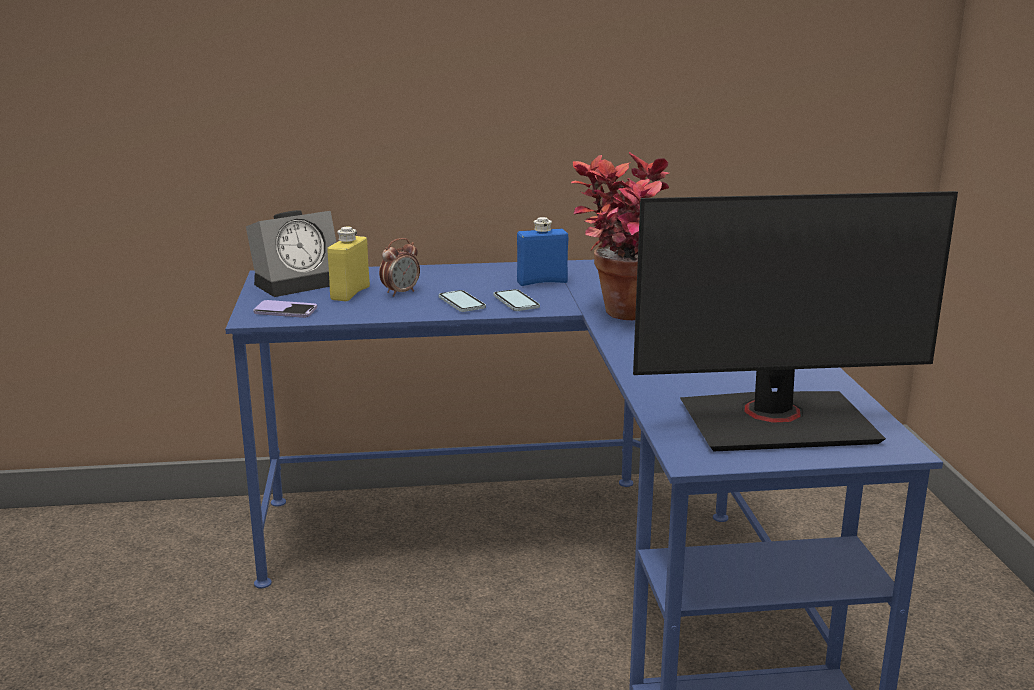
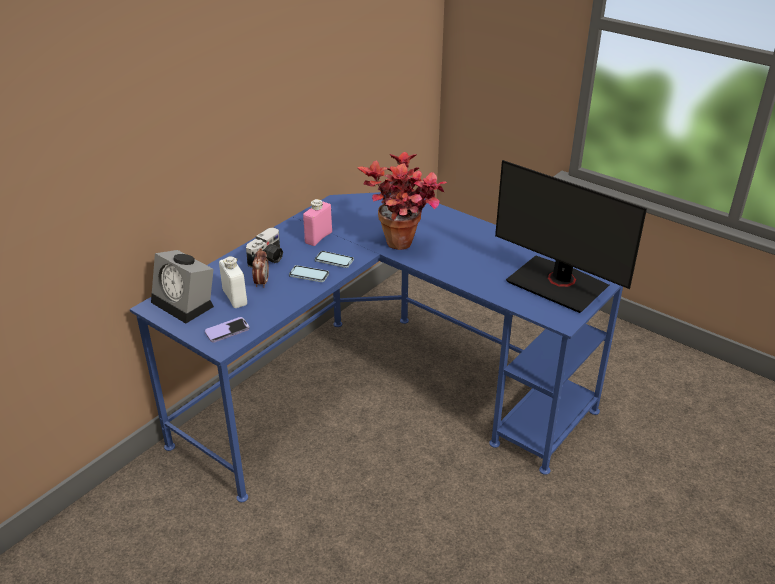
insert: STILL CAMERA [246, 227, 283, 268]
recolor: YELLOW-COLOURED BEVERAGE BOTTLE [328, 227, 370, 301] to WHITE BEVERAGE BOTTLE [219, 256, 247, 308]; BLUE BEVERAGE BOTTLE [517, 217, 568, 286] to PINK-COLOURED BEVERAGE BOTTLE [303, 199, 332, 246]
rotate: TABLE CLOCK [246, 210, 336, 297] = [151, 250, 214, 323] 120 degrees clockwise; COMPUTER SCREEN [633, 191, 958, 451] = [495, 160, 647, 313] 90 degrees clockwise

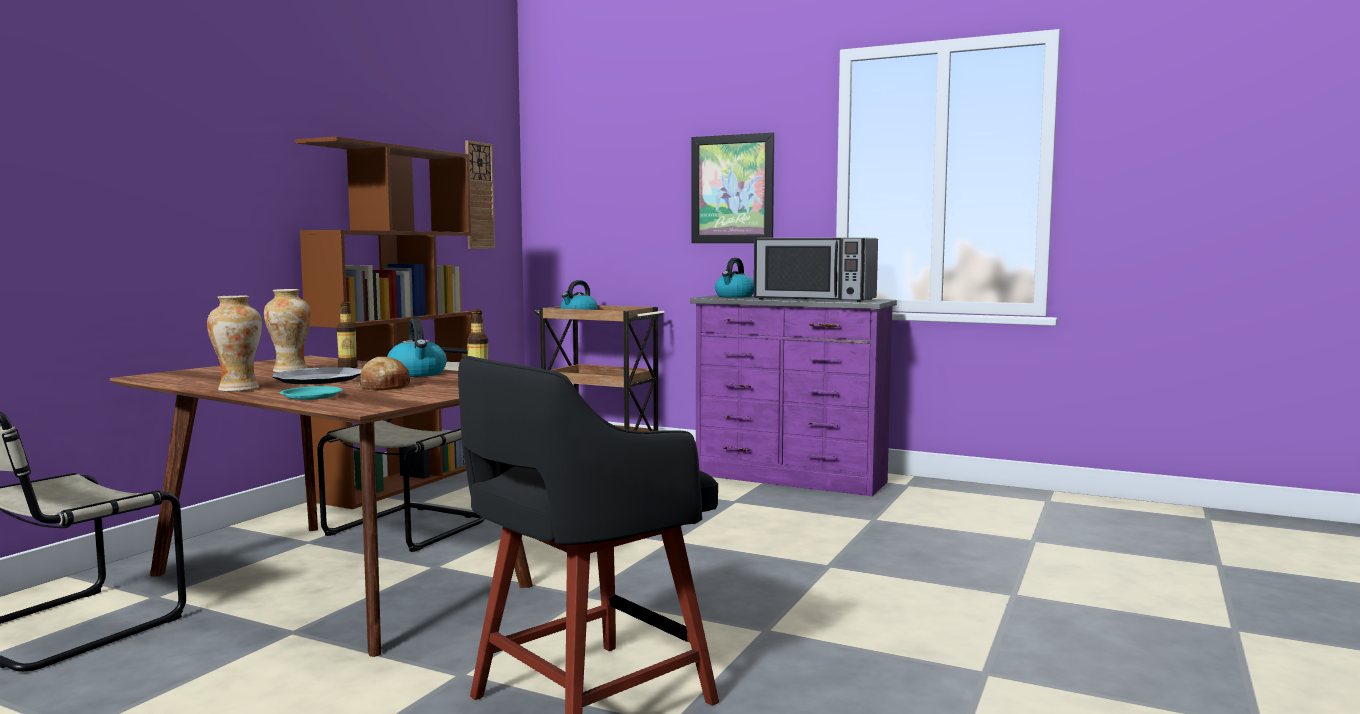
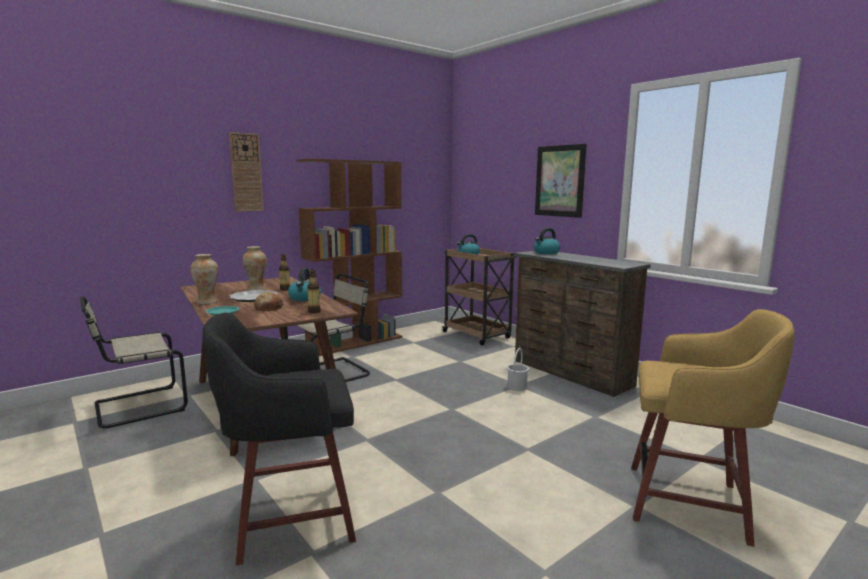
delete: MICROWAVE [754, 237, 878, 302]
insert: WHITE WATER BUCKET [507, 348, 529, 391]; YELLOW-COLOURED STOOL SEAT [631, 309, 795, 547]
move: HANGING CLOCK [465, 140, 495, 249] to [229, 132, 264, 212]
recolor: PURPLE DRAWER CHEST [690, 295, 897, 496] to BROWN DRAWER CHEST [515, 251, 651, 397]

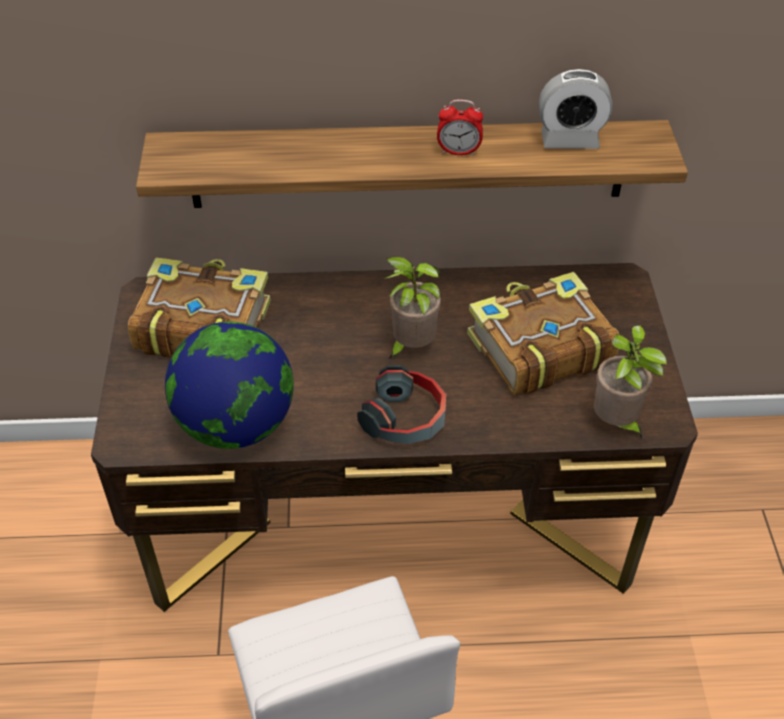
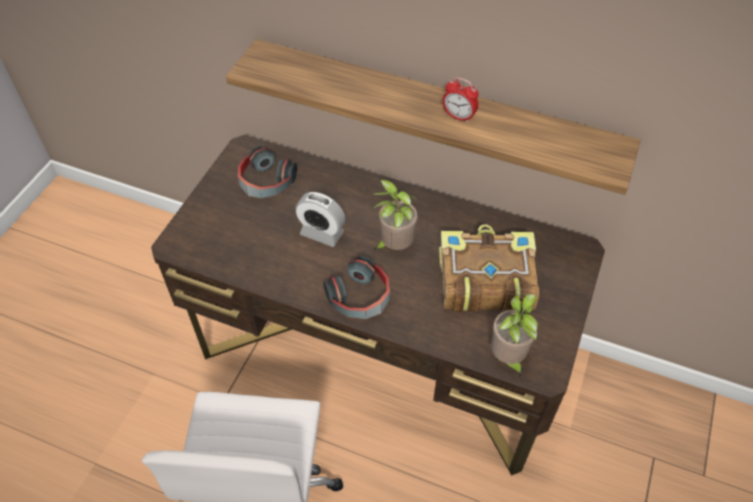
delete: GLOBE [165, 322, 294, 449]
move: TABLE CLOCK [539, 69, 612, 149] to [295, 192, 345, 247]
replace: BOOK [128, 257, 271, 358] to PAIR OF HEADPHONES [238, 146, 297, 198]

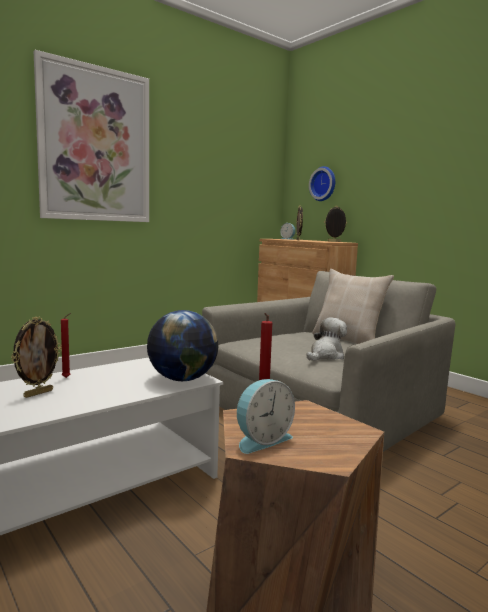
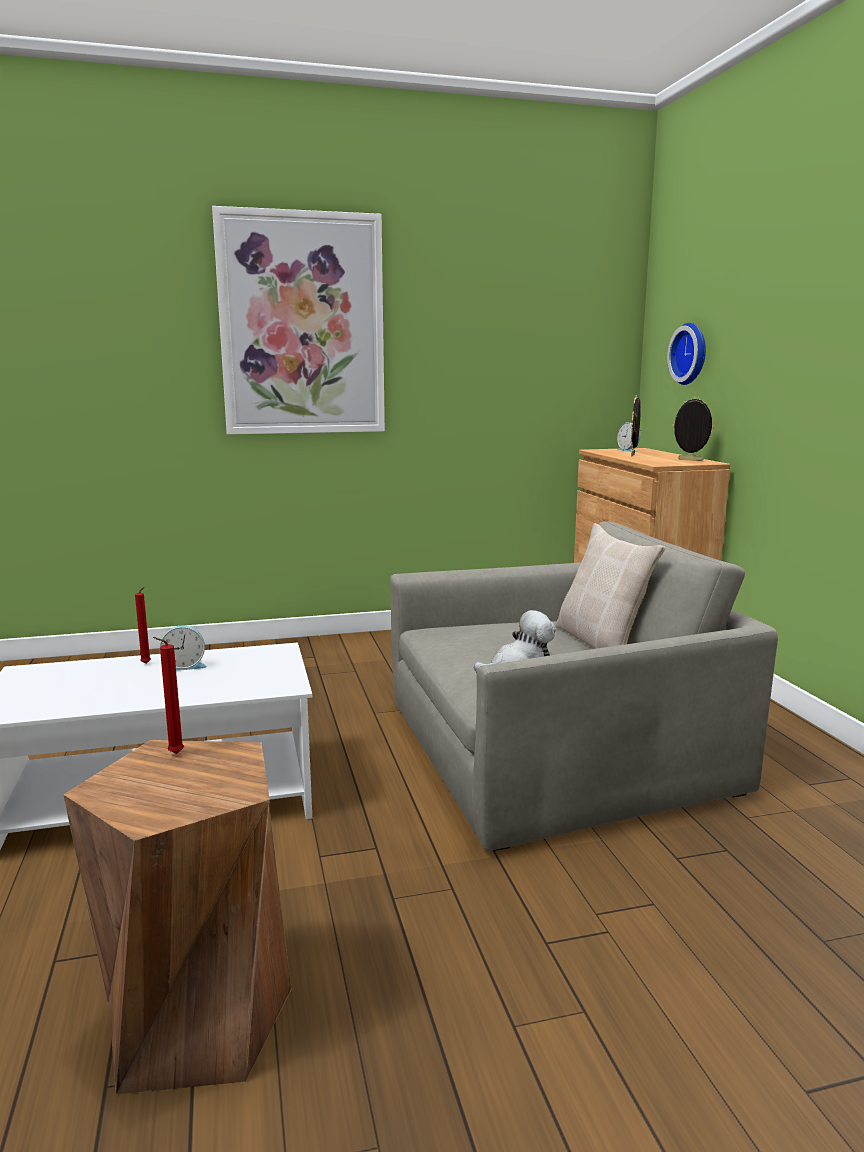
delete: PHOTO FRAME [11, 317, 62, 398]; GLOBE [147, 310, 219, 381]
move: TABLE CLOCK [237, 379, 295, 454] to [160, 625, 207, 671]

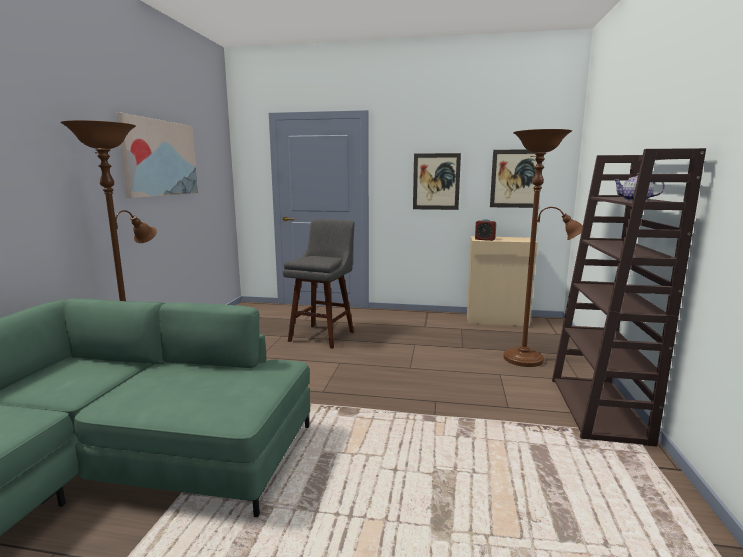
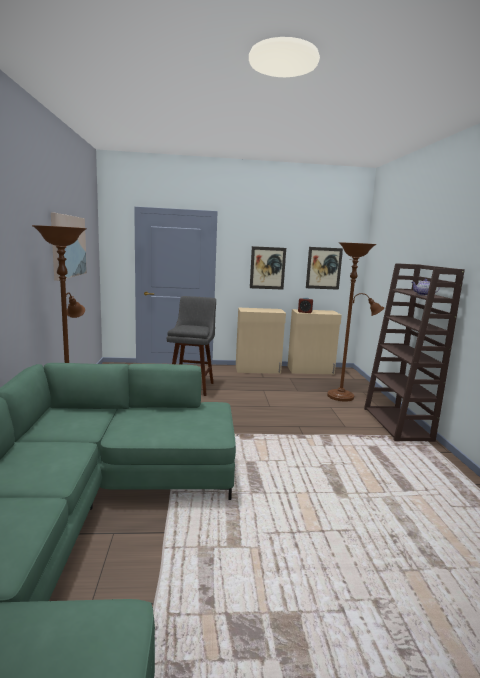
insert: SAND-COLOURED STORAGE CABINET [236, 308, 286, 374]

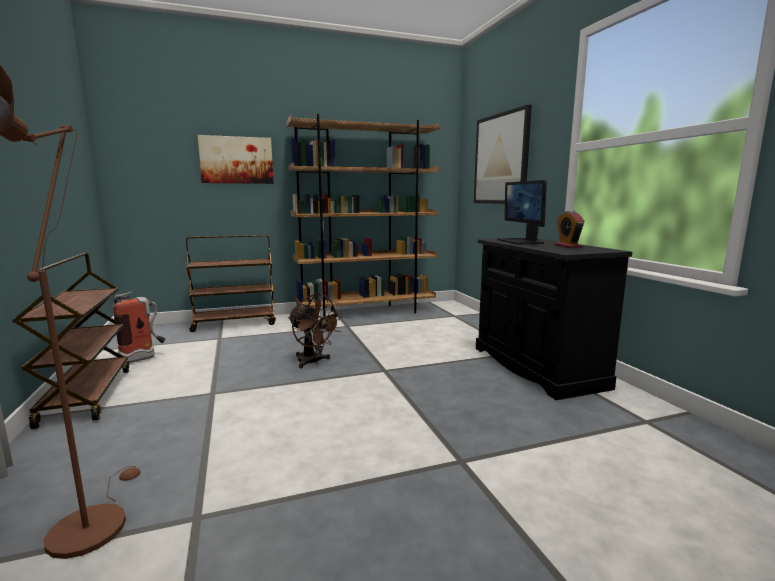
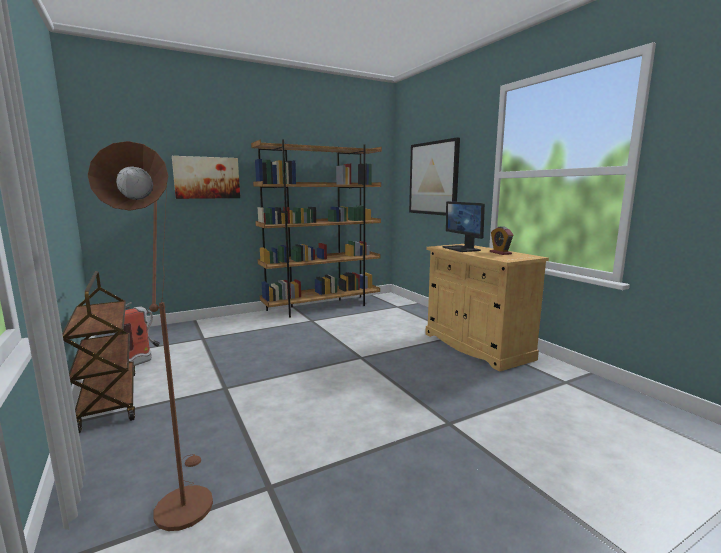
delete: BROWN TROLLEY [186, 235, 276, 332]; BROWN FAN [288, 294, 343, 368]
recolor: BLACK-COLOURED STORAGE CABINET [476, 238, 632, 400] to SAND-COLOURED STORAGE CABINET [425, 244, 549, 372]

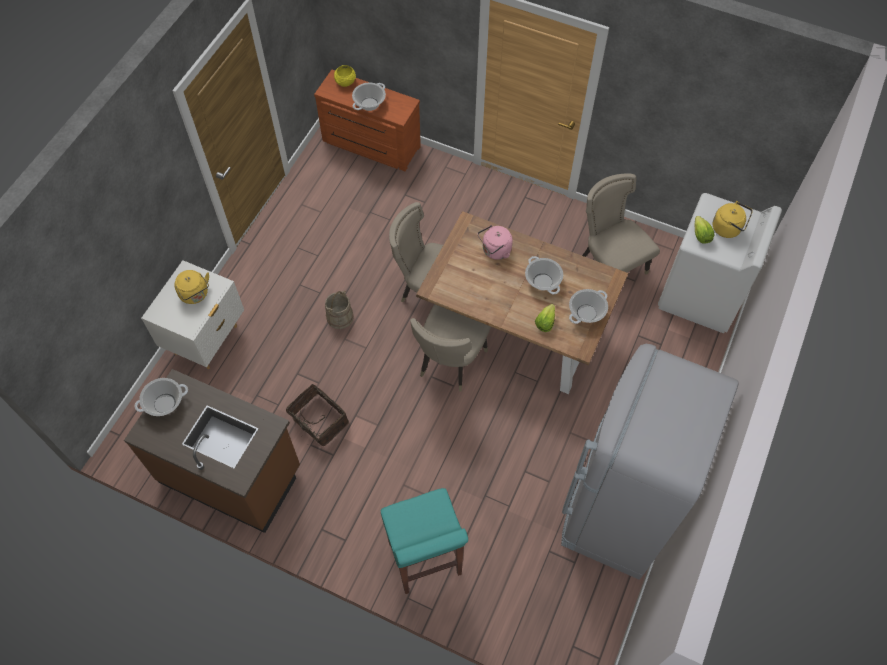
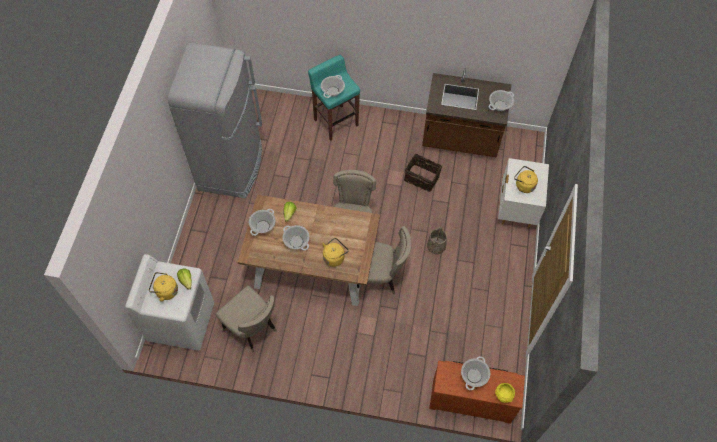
insert: STOCKPOT [321, 75, 345, 98]
recolor: PINK-COLOURED TEA KETTLE [478, 225, 513, 260] to YELLOW-COLOURED TEA KETTLE [323, 238, 349, 267]

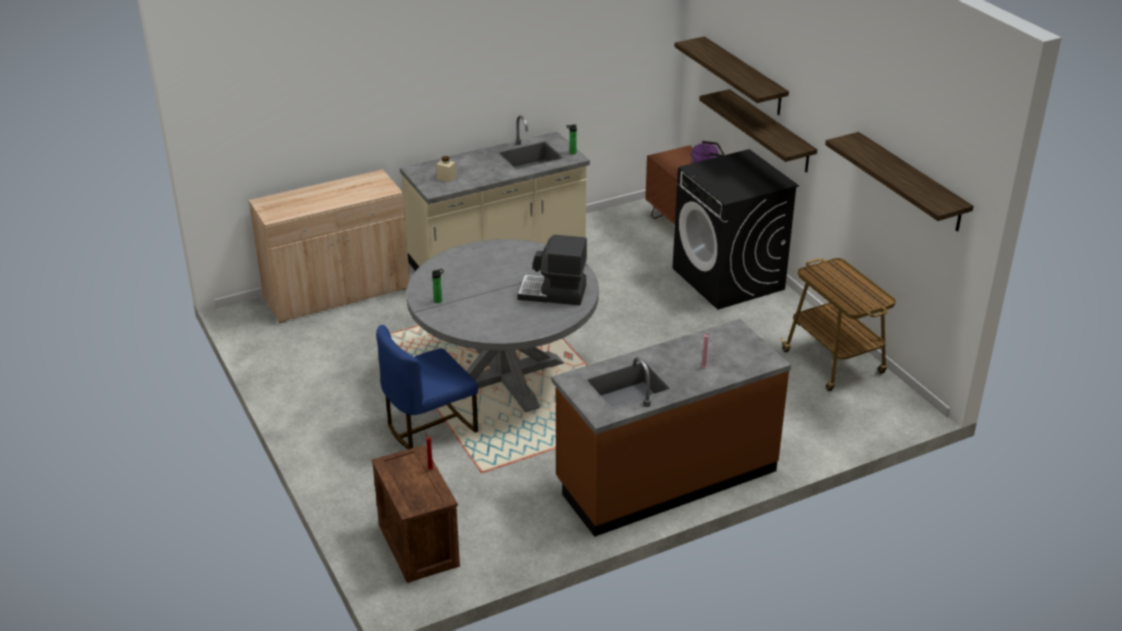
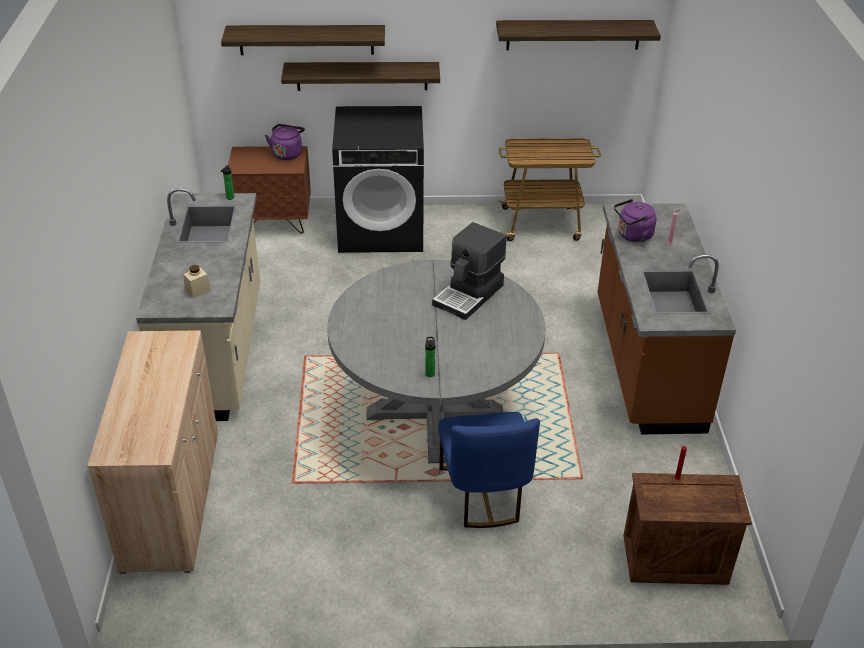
insert: PURPLE TEA KETTLE [614, 199, 657, 242]

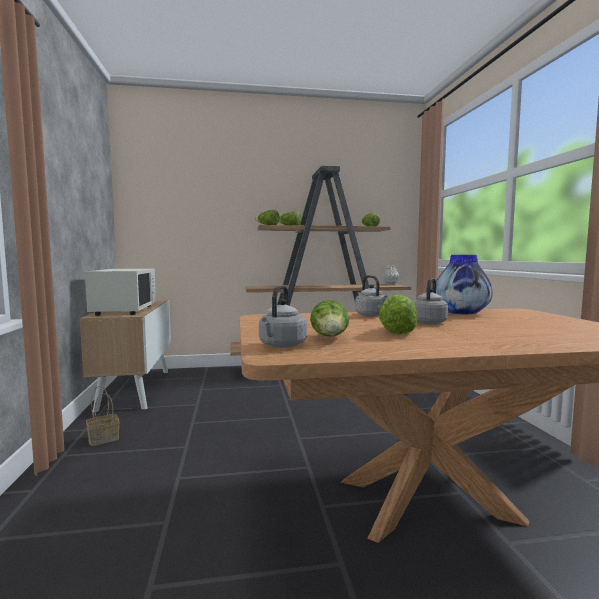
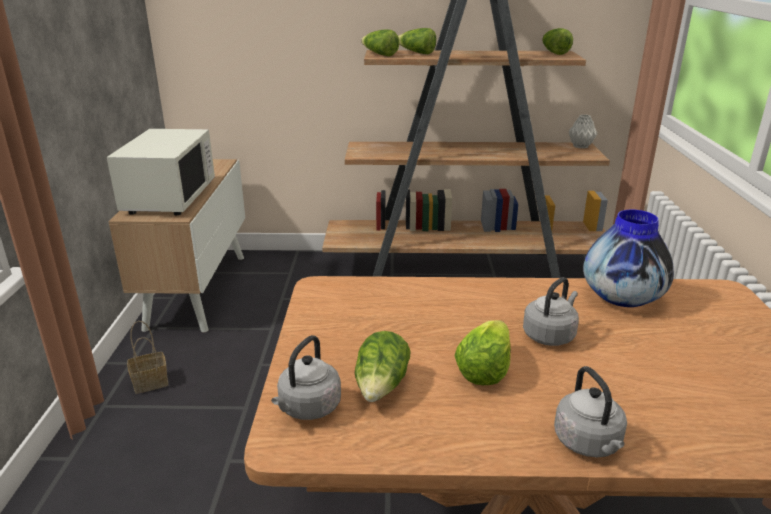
move: GRAY TEA KETTLE [355, 275, 388, 316] to [554, 366, 627, 457]

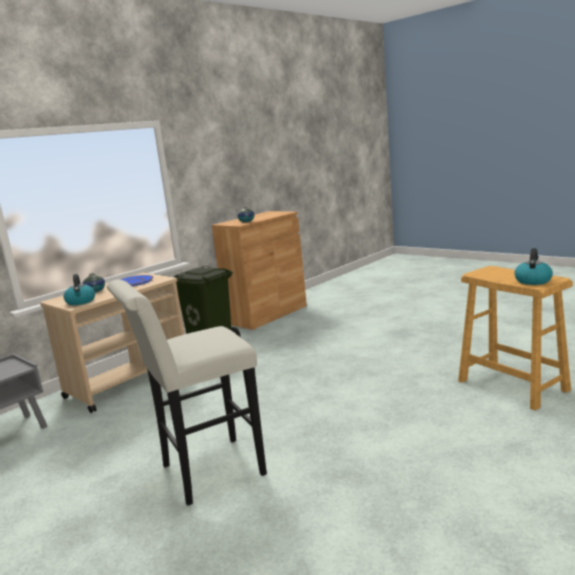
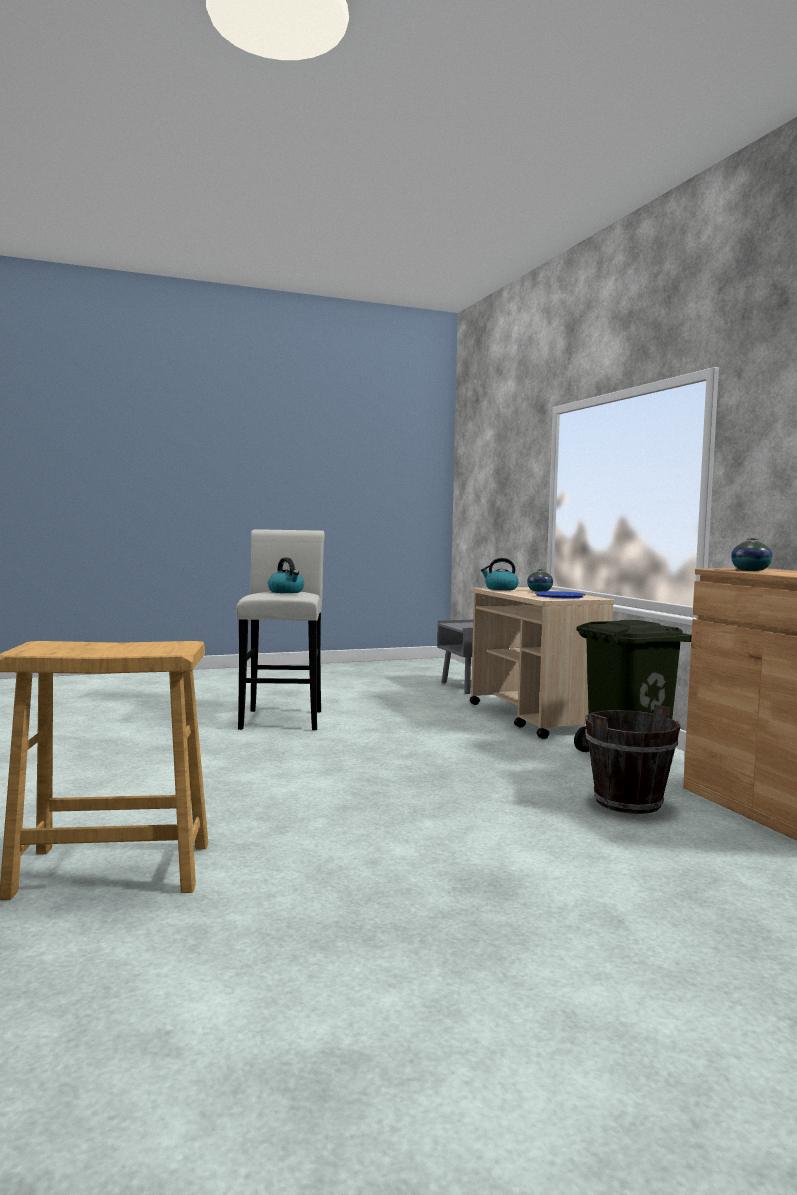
insert: BROWN WATER BUCKET [585, 704, 681, 814]
move: TEA KETTLE [514, 248, 553, 285] to [268, 558, 304, 593]

